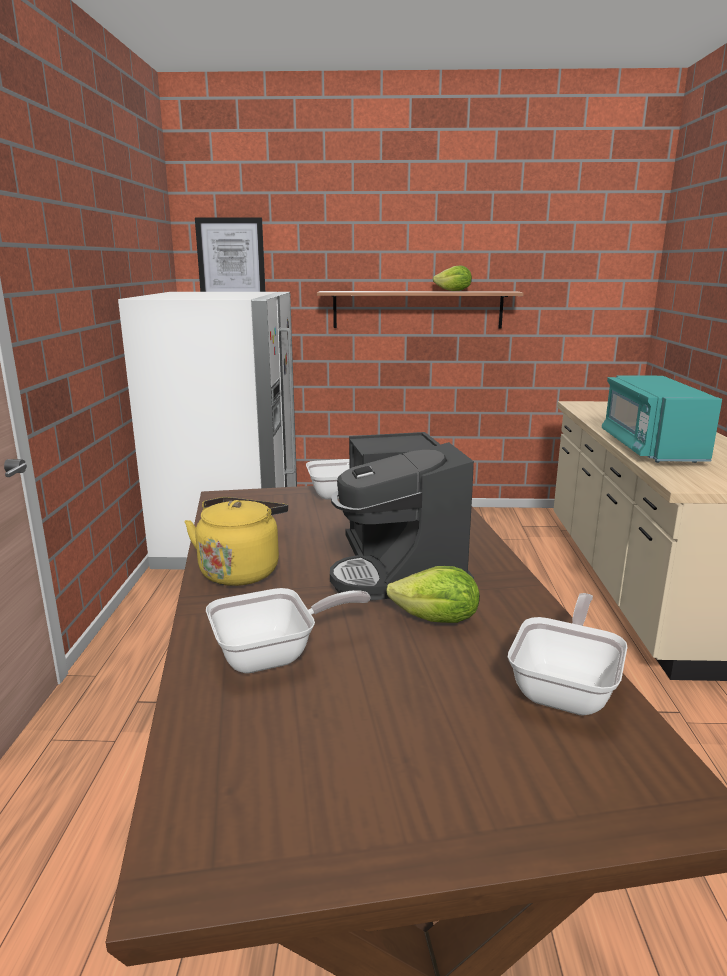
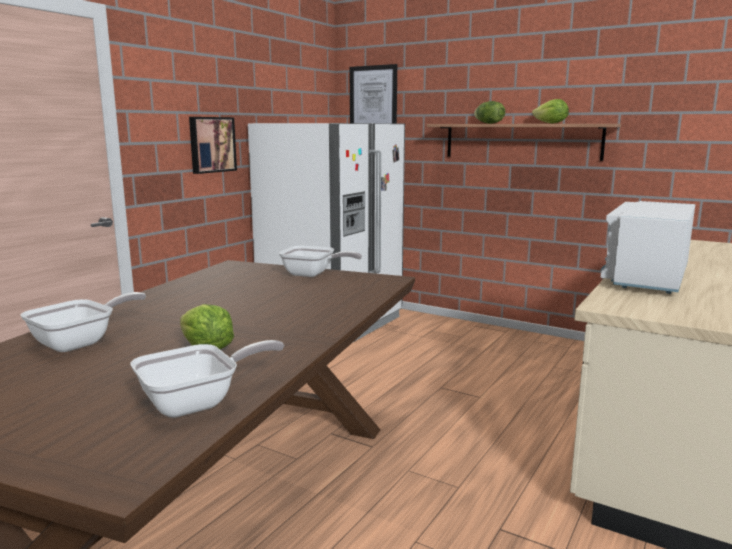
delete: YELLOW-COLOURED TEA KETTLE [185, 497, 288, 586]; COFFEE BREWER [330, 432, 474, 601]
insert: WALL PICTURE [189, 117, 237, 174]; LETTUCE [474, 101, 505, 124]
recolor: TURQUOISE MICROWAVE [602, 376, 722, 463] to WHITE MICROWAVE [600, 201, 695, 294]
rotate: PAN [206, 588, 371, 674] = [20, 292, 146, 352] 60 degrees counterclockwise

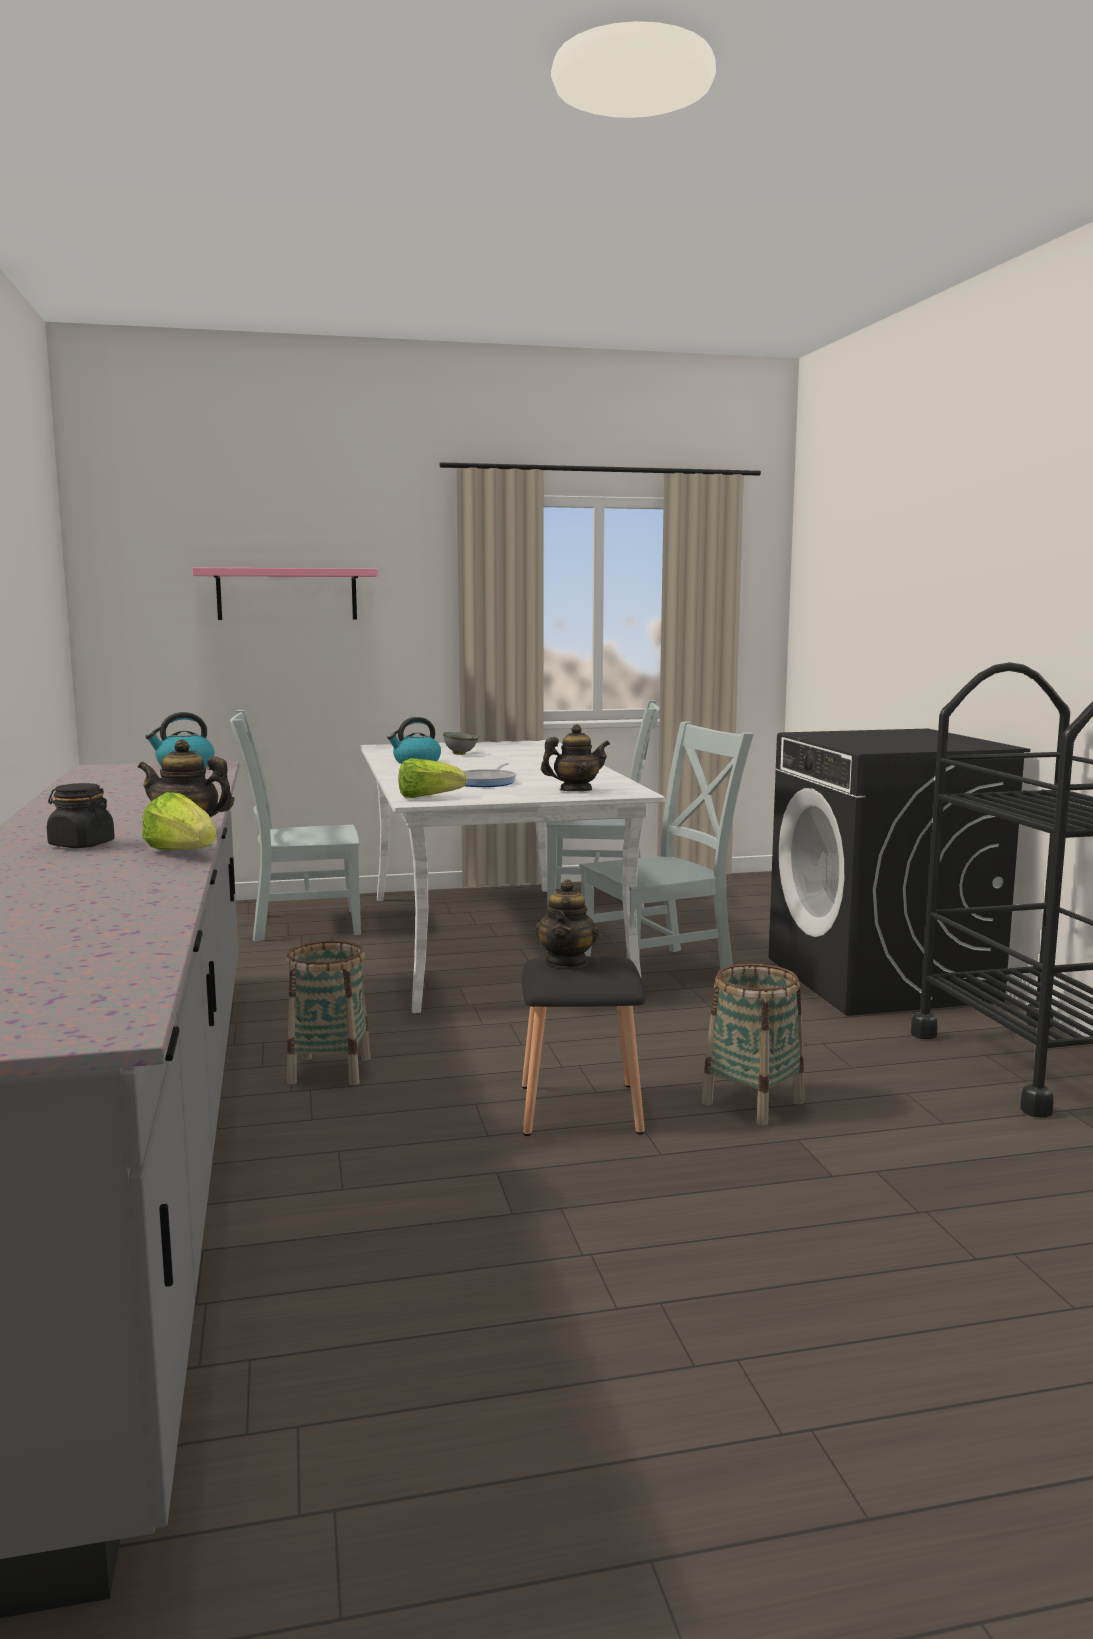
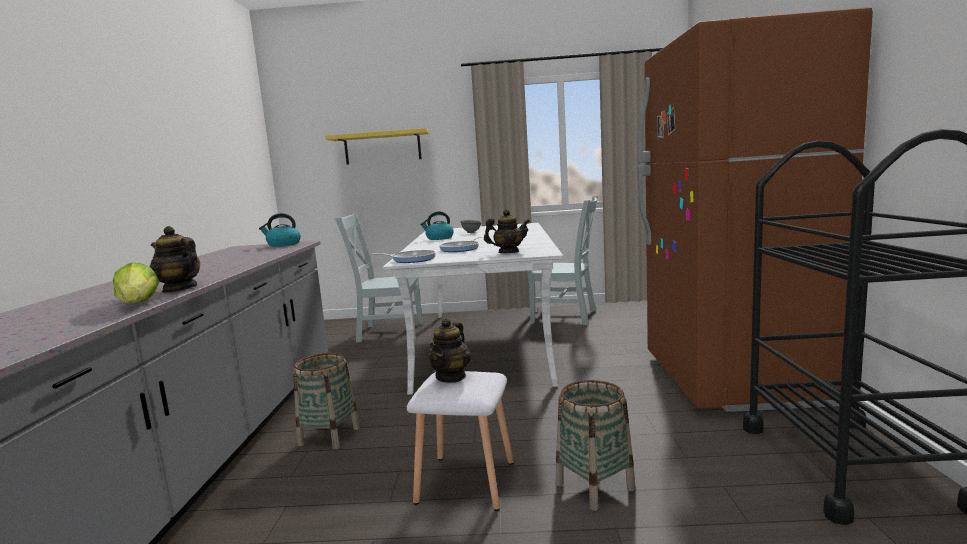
delete: BLACK-COLOURED JAR [47, 783, 115, 848]; GRAY CHAIR [579, 721, 754, 970]
replace: LETTUCE [399, 758, 467, 798] to PAN [372, 250, 436, 263]; BLACK-COLOURED LAUNDRY APPLIANCE [769, 729, 1030, 1016] to BROWN REFRIGERATOR [637, 7, 873, 412]
recolor: PINK-COLOURED WALL SHELF [192, 568, 378, 620] to YELLOW-COLOURED WALL SHELF [325, 128, 430, 165]; BLACK-COLOURED STOOL SEAT [522, 956, 645, 1136] to WHITE STOOL SEAT [406, 371, 514, 511]

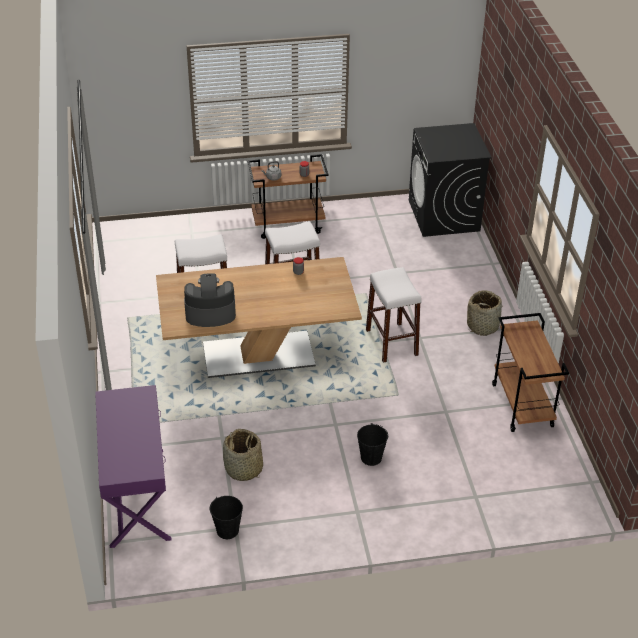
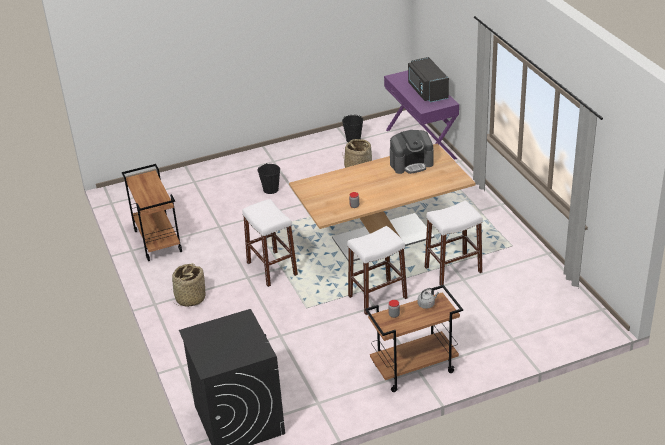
insert: BLACK-COLOURED MICROWAVE [408, 57, 449, 102]

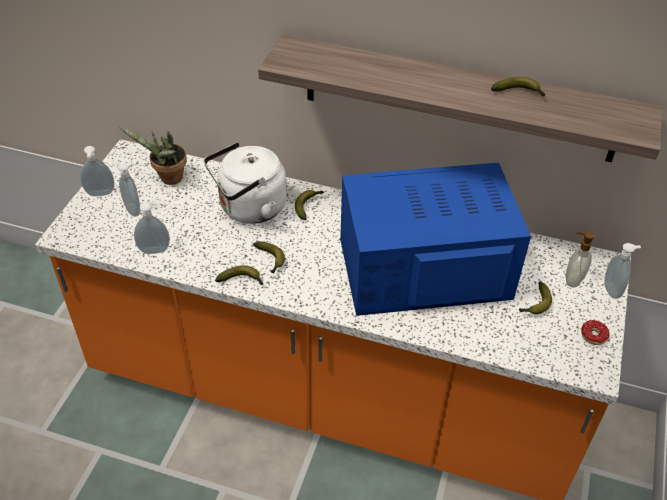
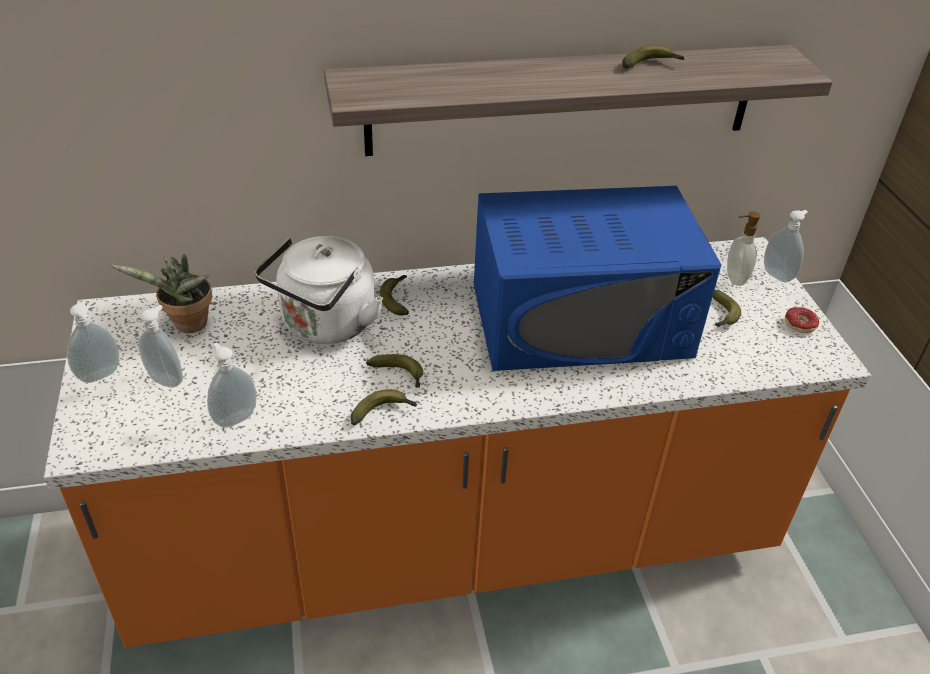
rotate: BLUE MICROWAVE [340, 163, 531, 316] = [474, 186, 721, 371] 150 degrees counterclockwise

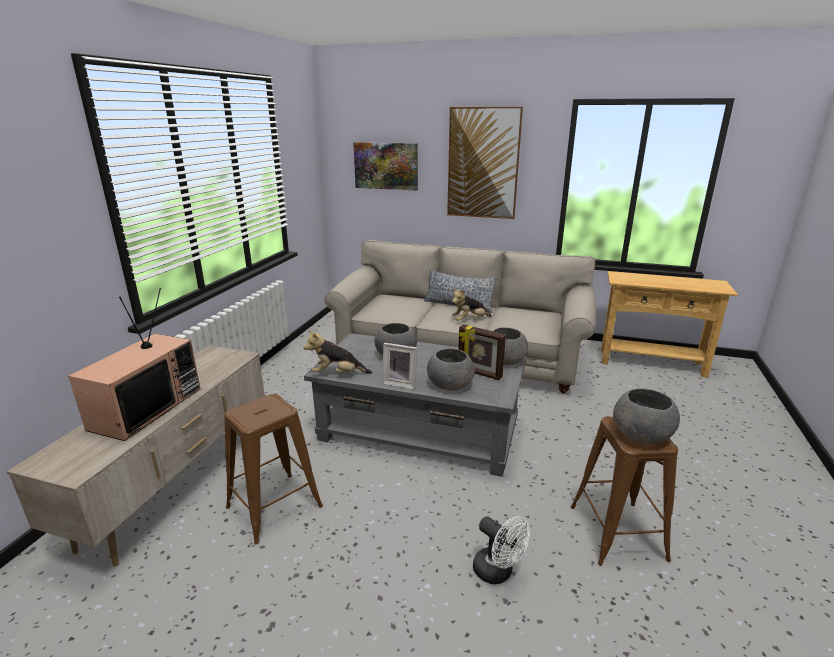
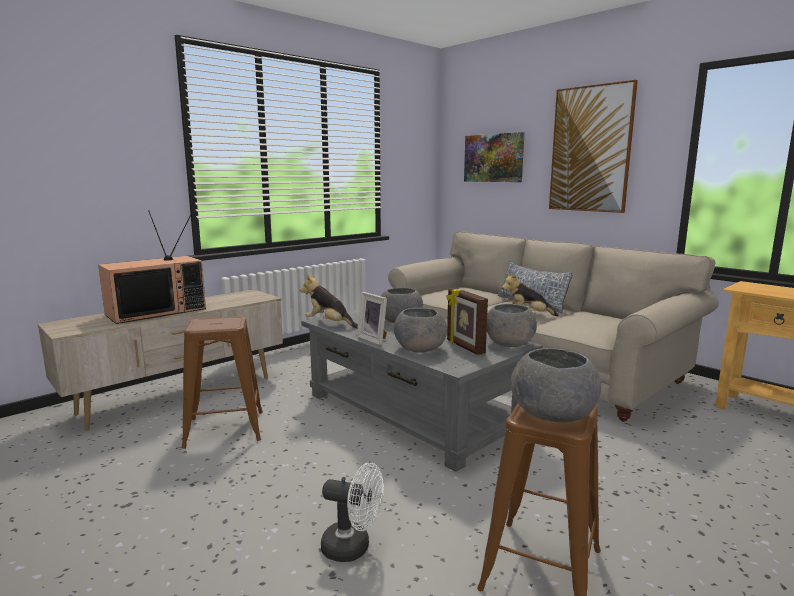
rotate: WHITE FAN [473, 516, 530, 584] = [321, 463, 384, 562] 60 degrees counterclockwise

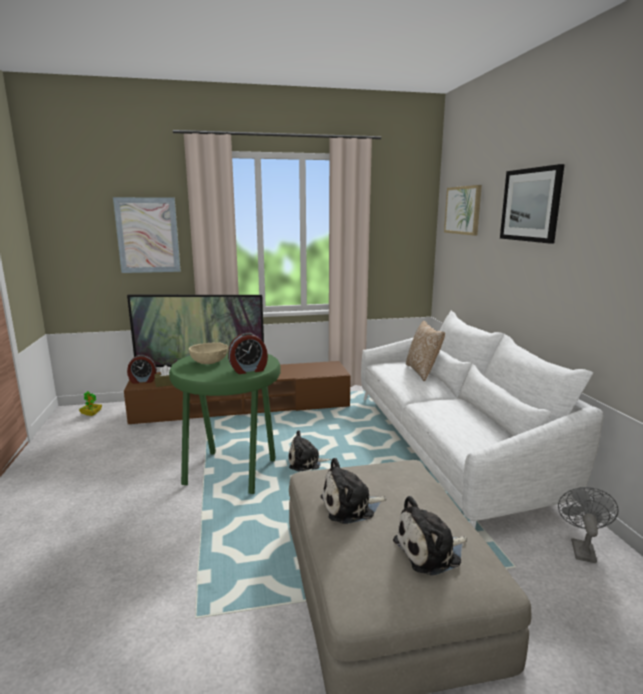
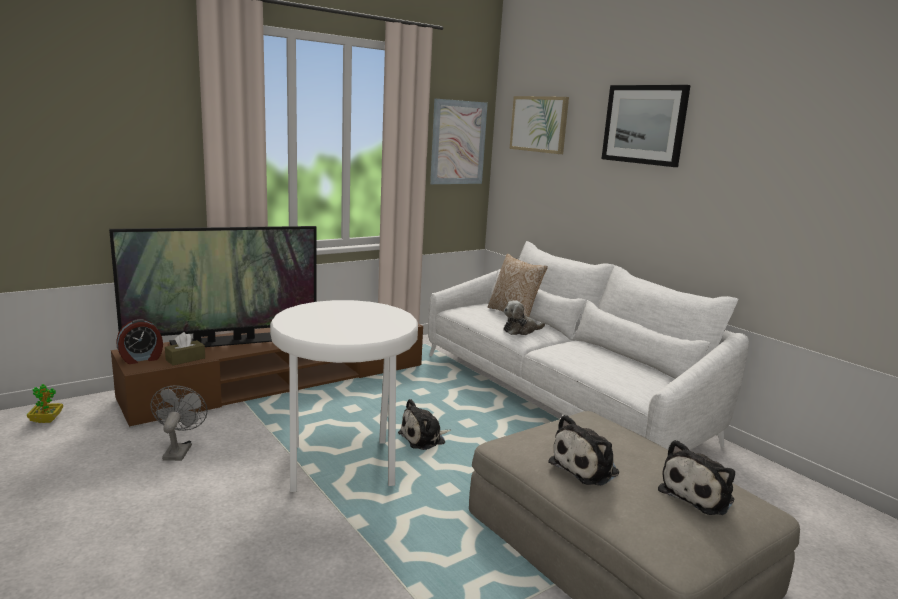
delete: SAND-COLOURED BOWL [189, 343, 228, 364]; TABLE CLOCK [228, 333, 268, 374]
insert: PLUSH TOY [503, 300, 545, 335]
move: WALL PICTURE [113, 197, 181, 273] to [430, 99, 488, 184]; GRAY FAN [558, 487, 619, 563] to [151, 386, 207, 461]
recolor: GREEN STOOL SEAT [169, 350, 281, 494] to WHITE STOOL SEAT [270, 300, 418, 492]

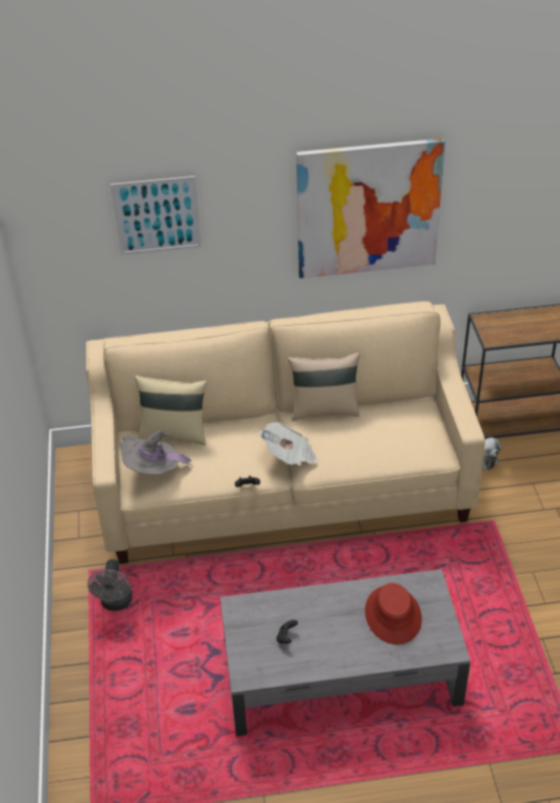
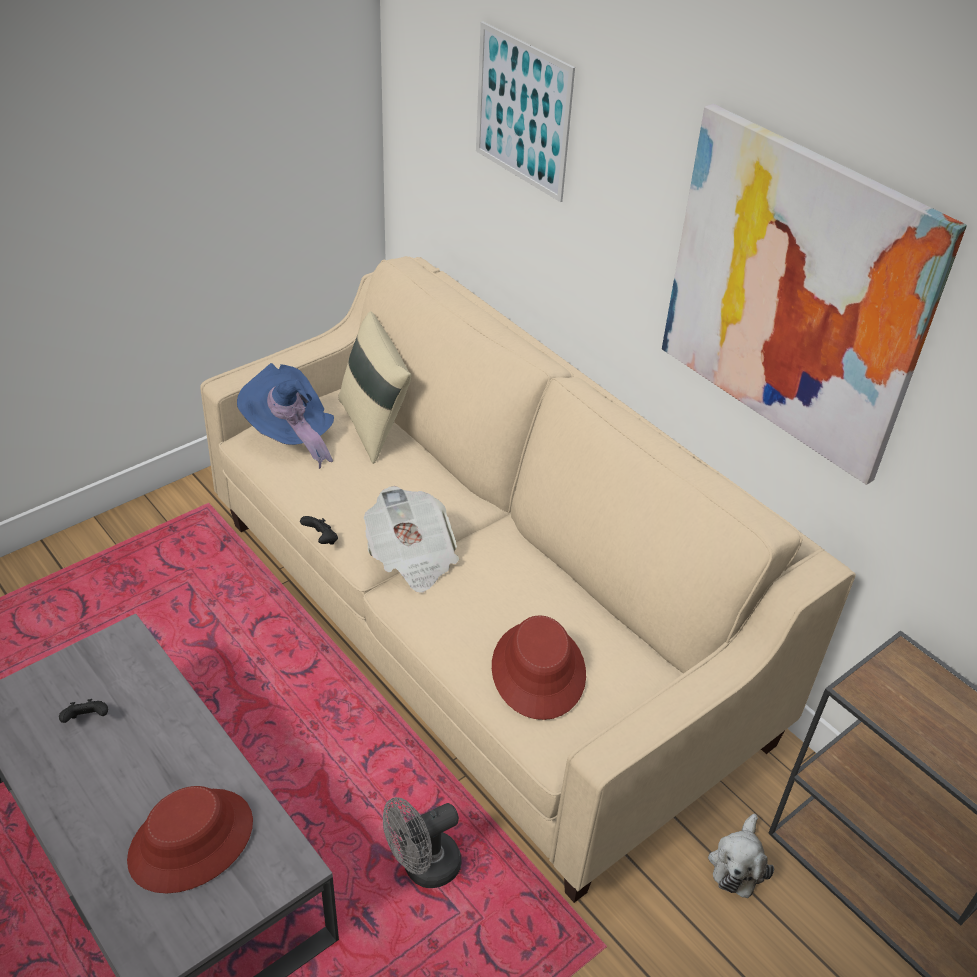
delete: SAND-COLOURED CUSHION [288, 352, 360, 421]
insert: REDDISH WEARABLE HAT [492, 615, 586, 720]
move: GRAY FAN [87, 559, 132, 611] to [383, 797, 462, 888]
recolor: GRAY WEARABLE HAT [119, 430, 193, 475] to BLUE WEARABLE HAT [237, 363, 334, 469]

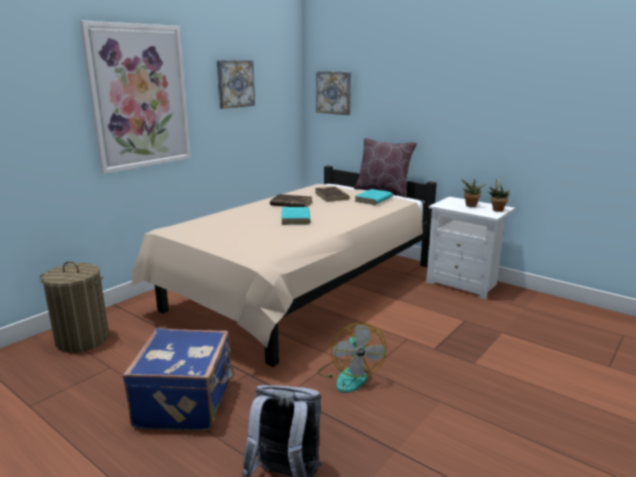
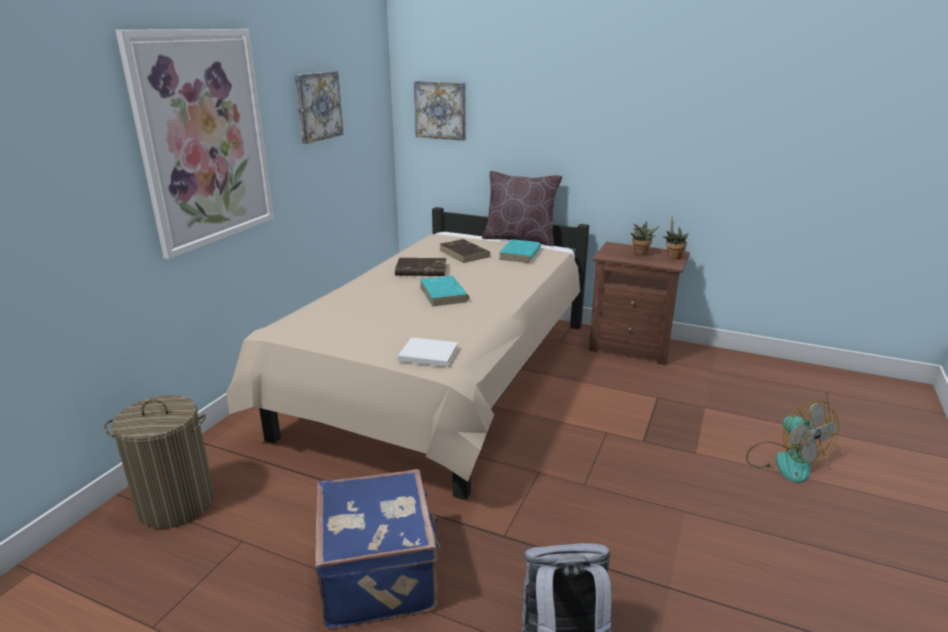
insert: WHITE BOOK [398, 337, 458, 367]
move: FAN [318, 323, 387, 393] to [746, 400, 839, 483]
recolor: WHITE BEDSIDE TABLE [426, 197, 515, 299] to BROWN BEDSIDE TABLE [589, 242, 690, 365]

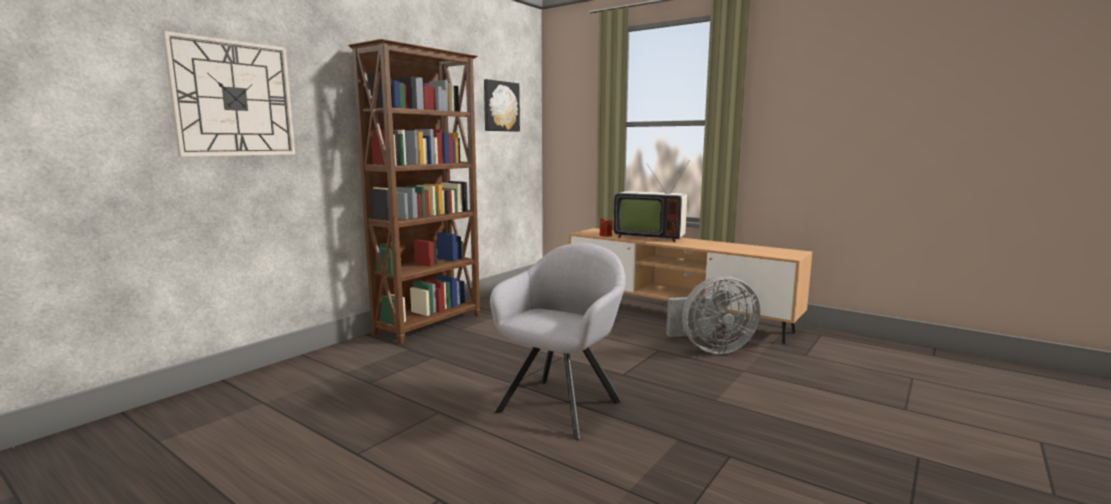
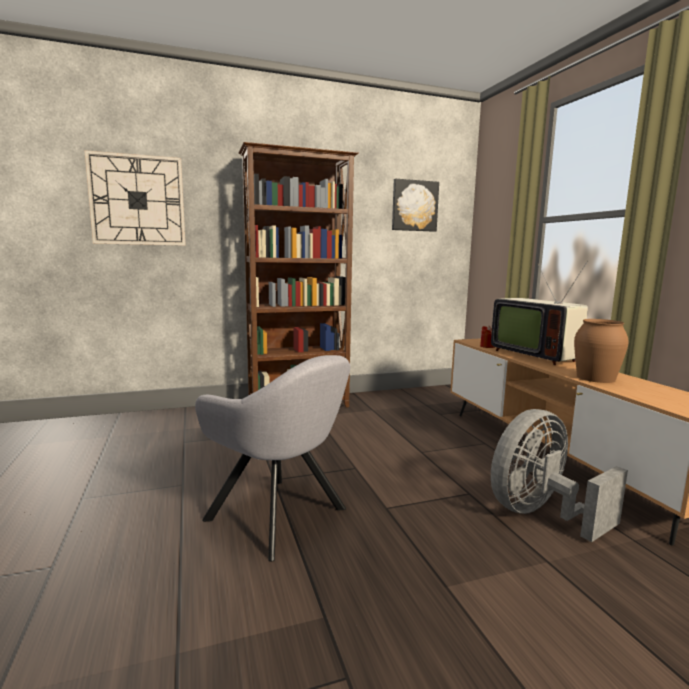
insert: BROWN FLOWER VASE [574, 319, 629, 383]
rotate: GRAY ARMCHAIR [490, 243, 626, 440] = [195, 355, 350, 562] 60 degrees clockwise; GRAY FAN [666, 276, 760, 354] = [491, 409, 628, 542] 120 degrees clockwise

